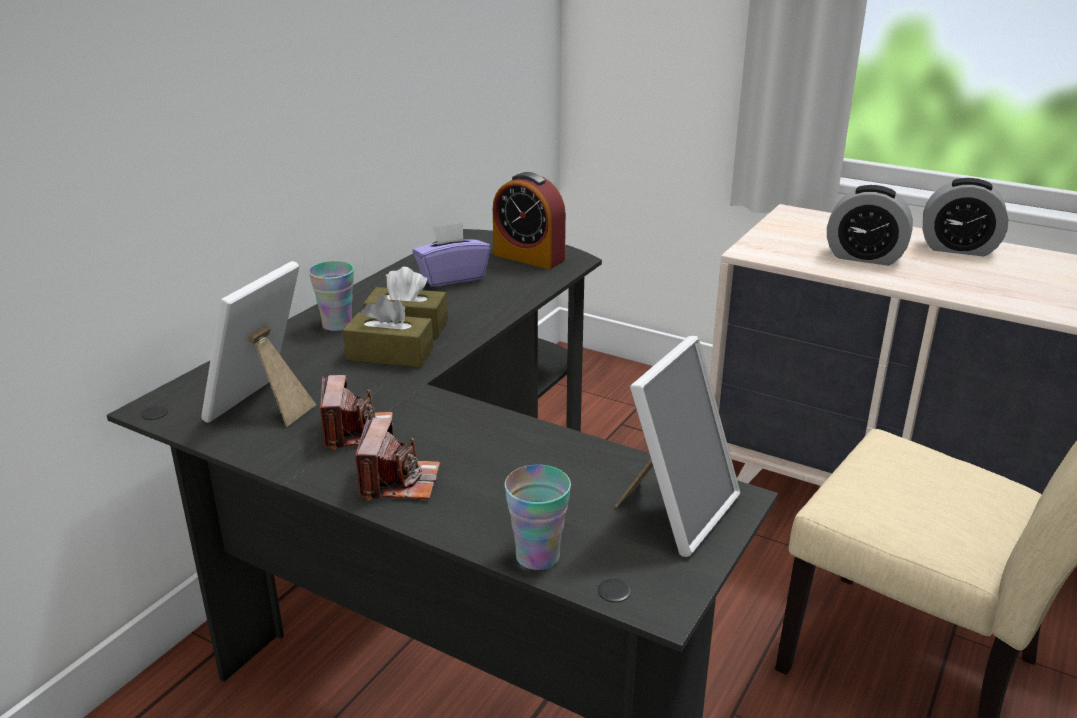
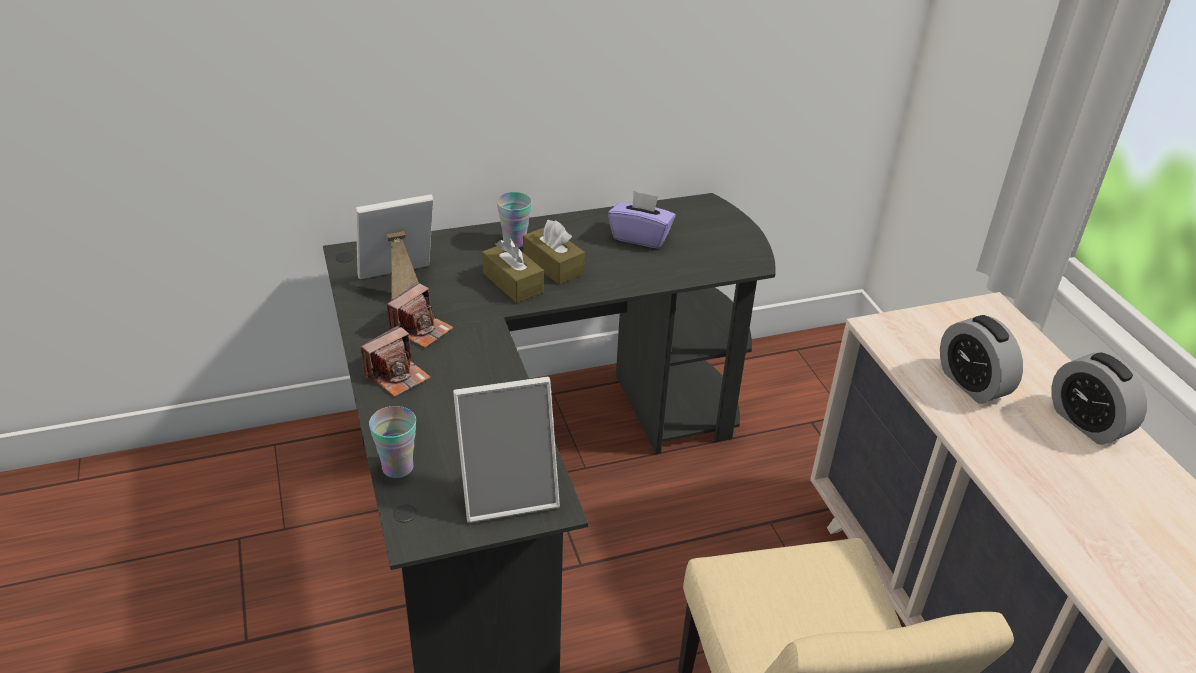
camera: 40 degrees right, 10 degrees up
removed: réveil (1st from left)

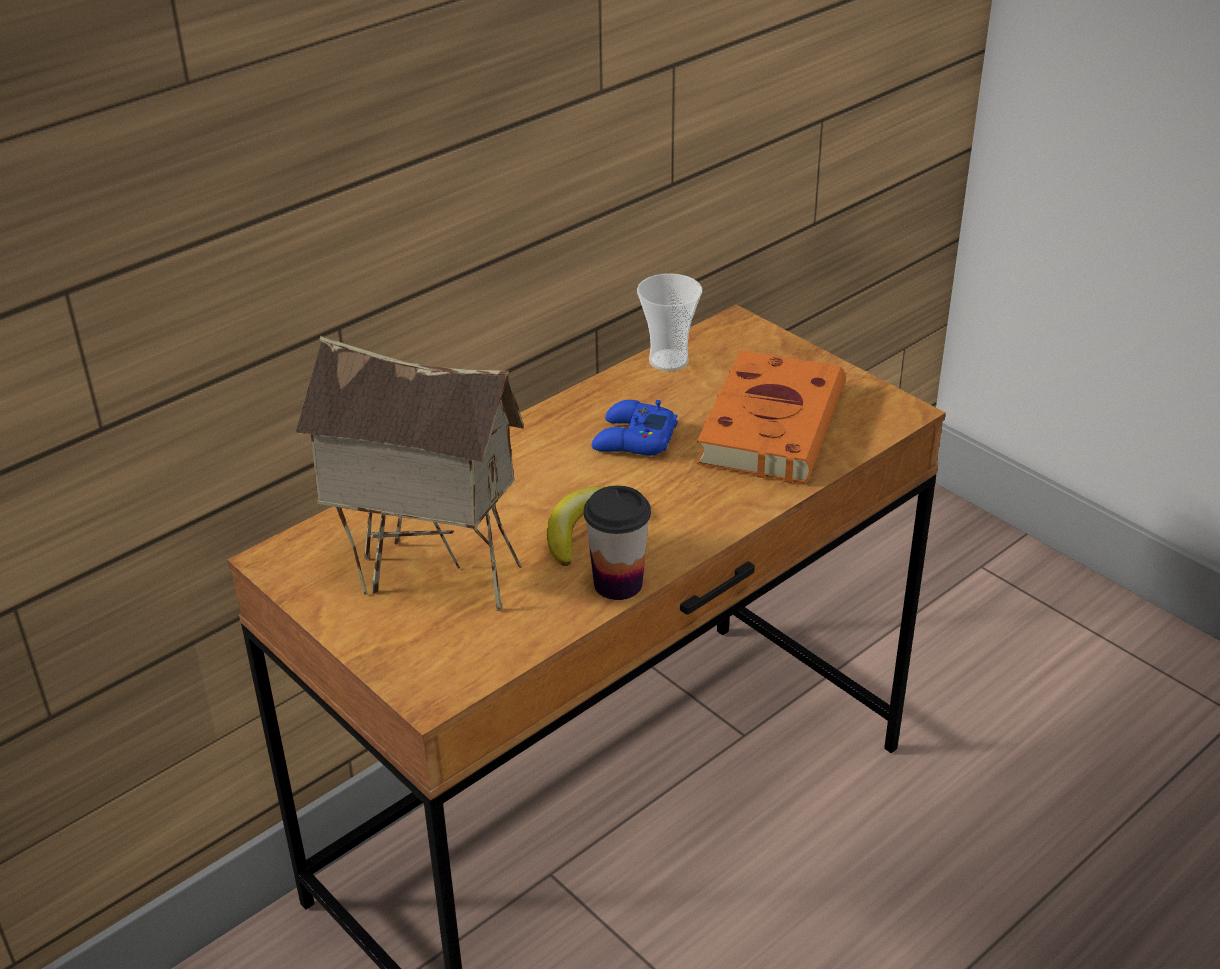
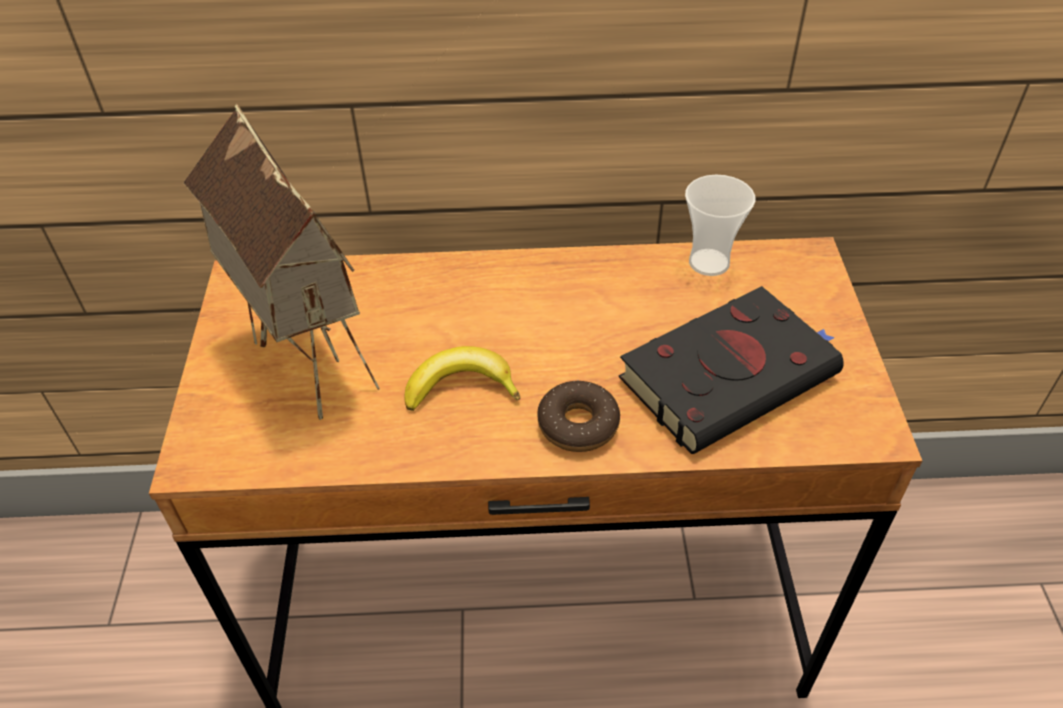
camera: 40 degrees right, 10 degrees up
removed: tasse (1st from left); manette [bleu]
added: beignet
recoloured: livre [orange] to livre [noir]

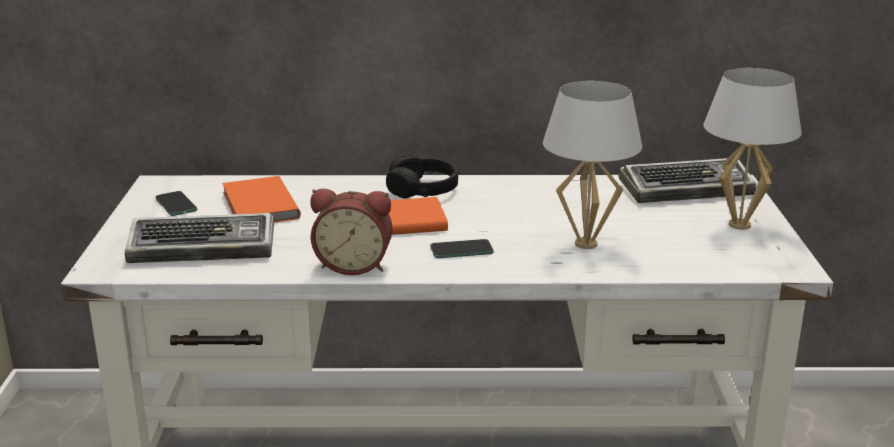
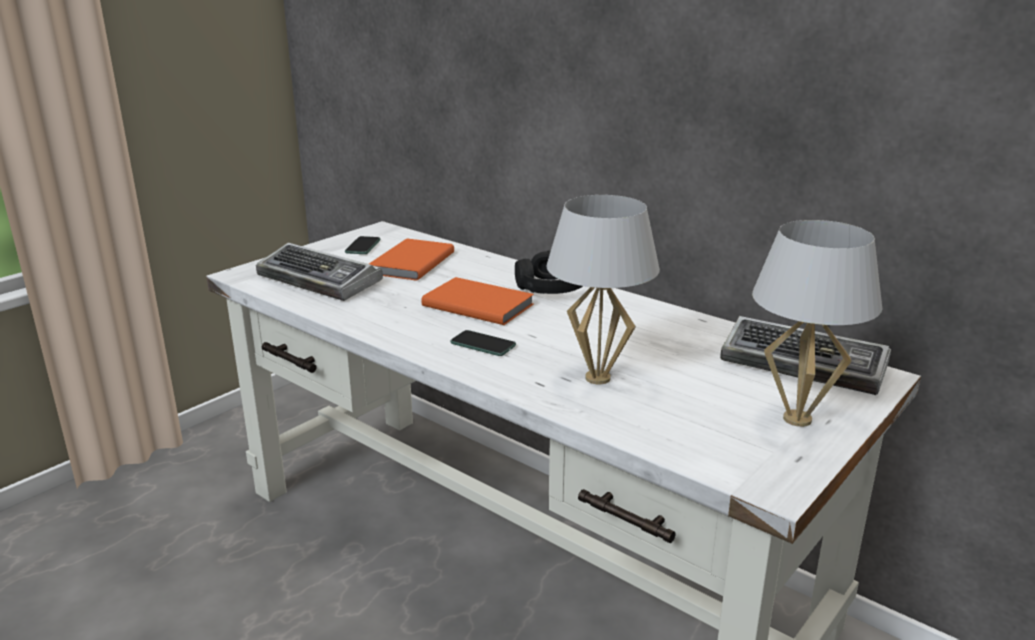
camera: 40 degrees right, 0 degrees up
removed: réveil

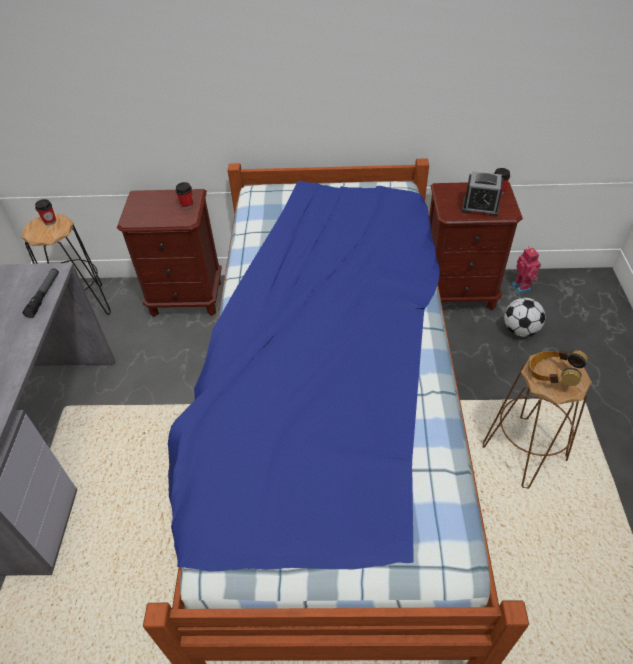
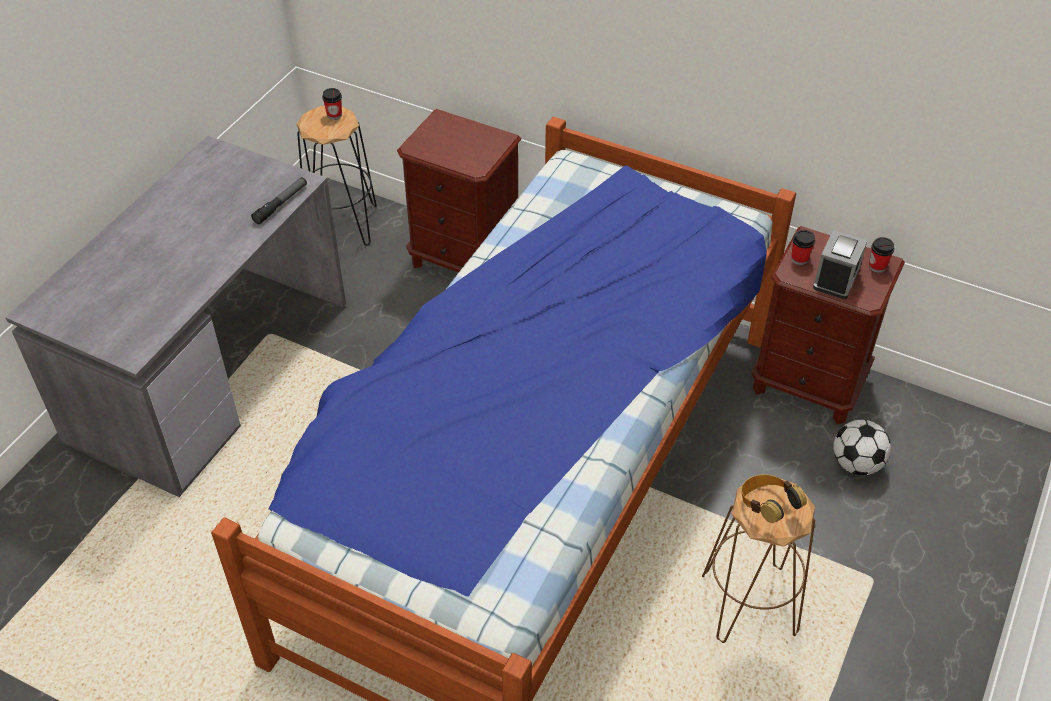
camera: 25 degrees right, 0 degrees up
removed: robot jouet
moved: tasse (2nd from left)
turned: réveil 105 degrees counterclockwise

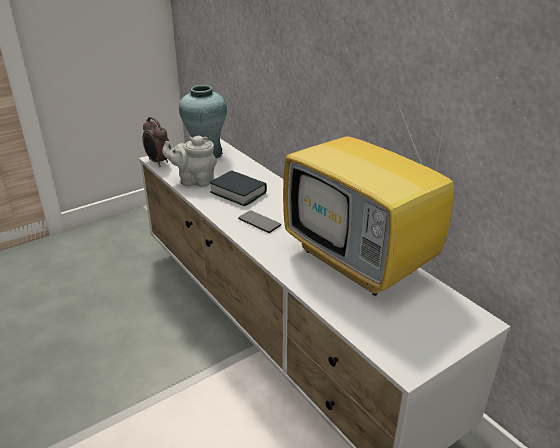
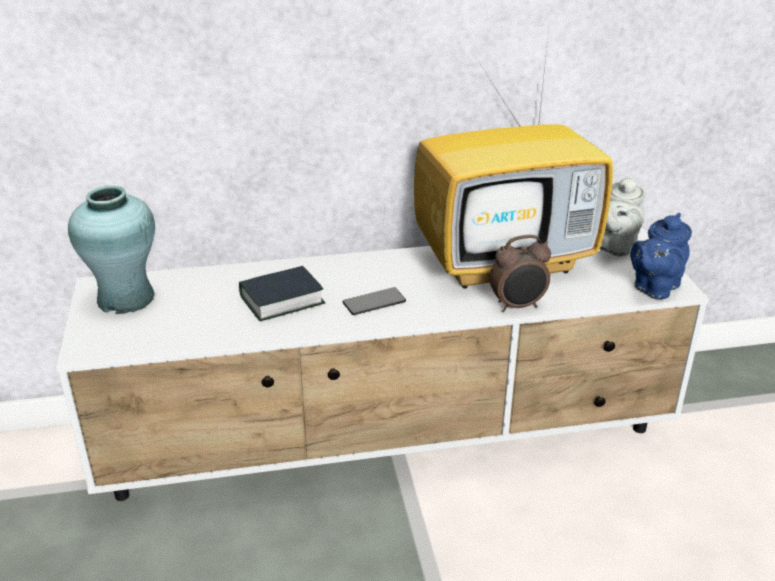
camera: 65 degrees left, 0 degrees up
added: théière [bleu]
moved: réveil; théière [gris]

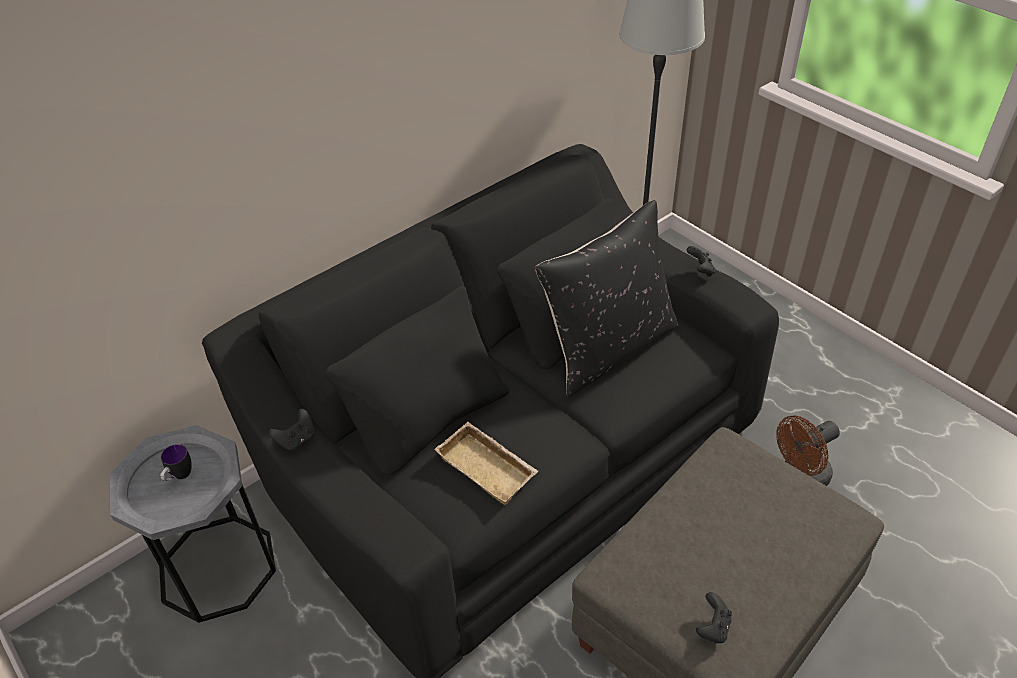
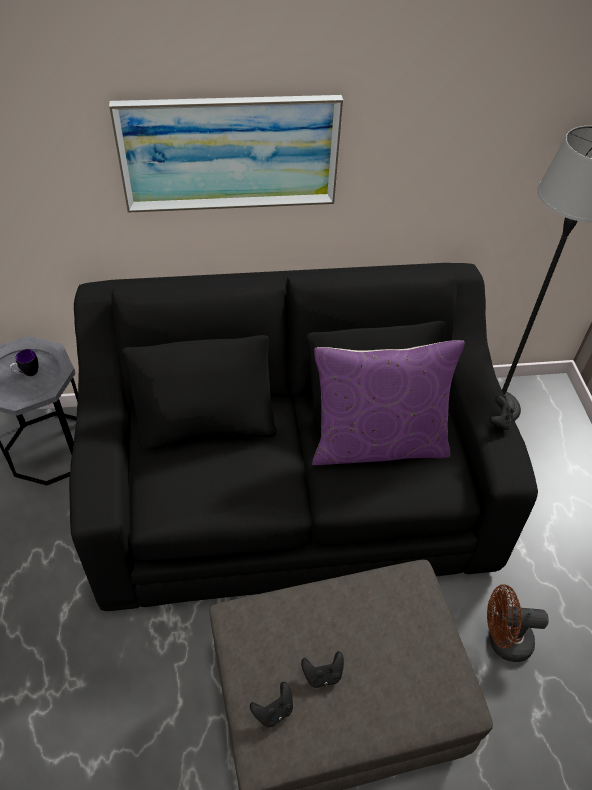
camera: 30 degrees right, 5 degrees up
removed: plateau [beige]
added: tableau
moved: manette [noir] (1st from left in the first image) to manette [noir] (2nd from left)
recoloured: coussin [noir] to coussin [violet]

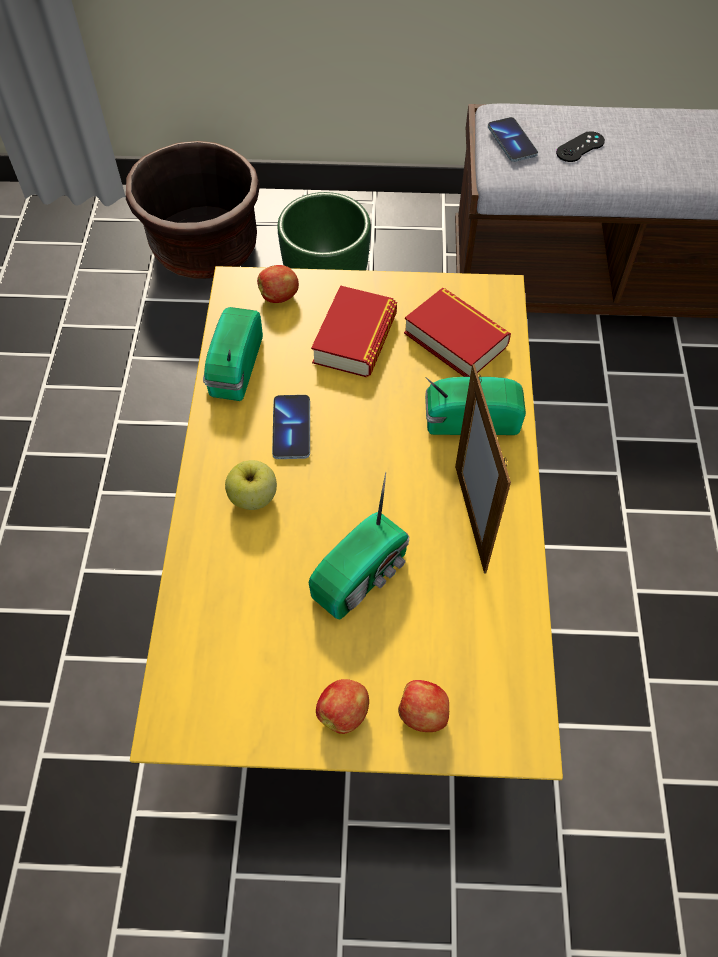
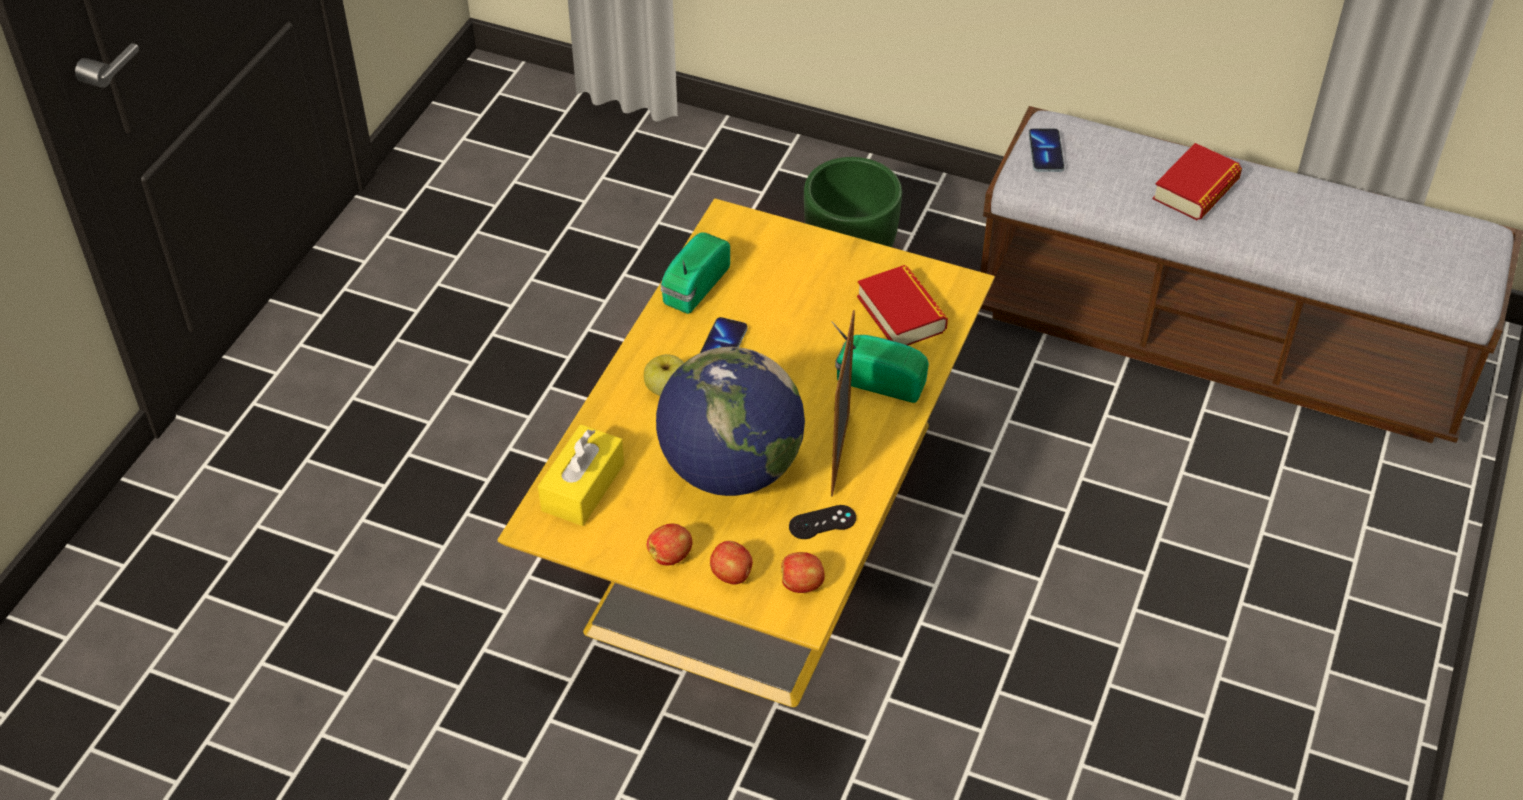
camera: 20 degrees right, 10 degrees down
removed: cache-pot [marron]
added: boîte à mouchoirs [jaune]
moved: pomme (2nd from left in the first image) to pomme (4th from left); livre (1st from left in the first image) to livre (2nd from left); manette [noir]
replaced: radio (2nd from left) to globe

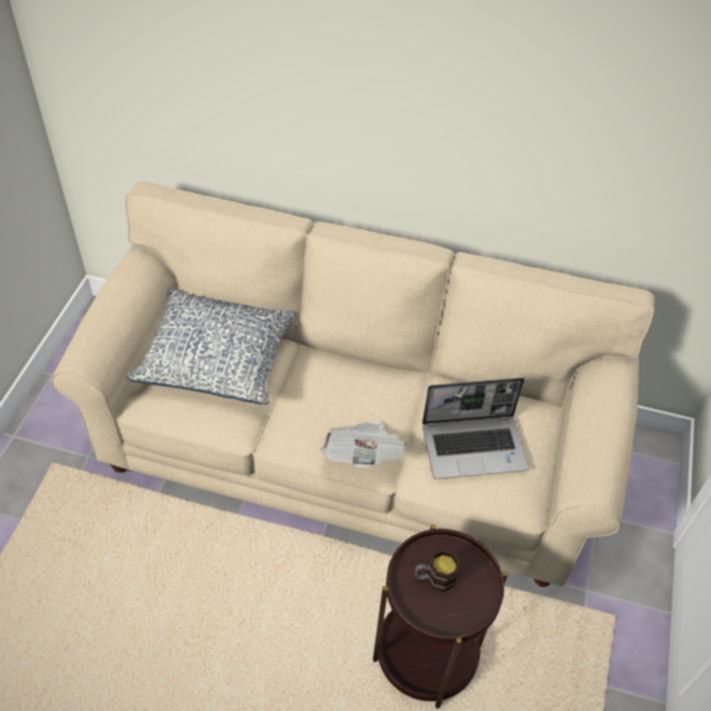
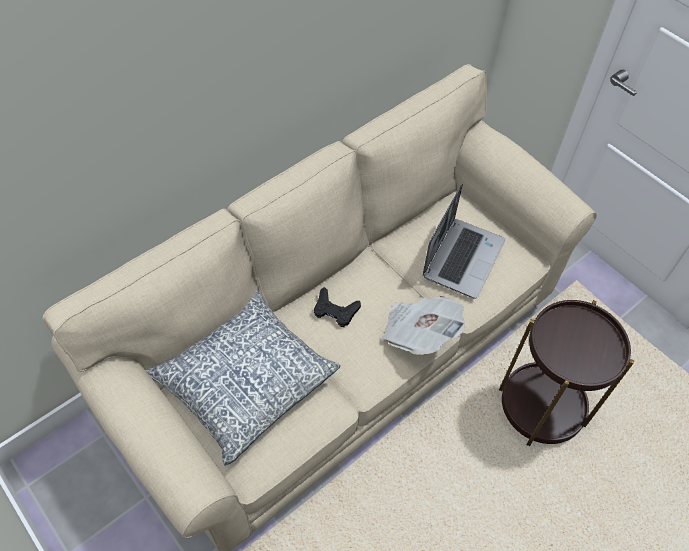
camera: 55 degrees left, 5 degrees up
removed: mug
added: manette [noir]

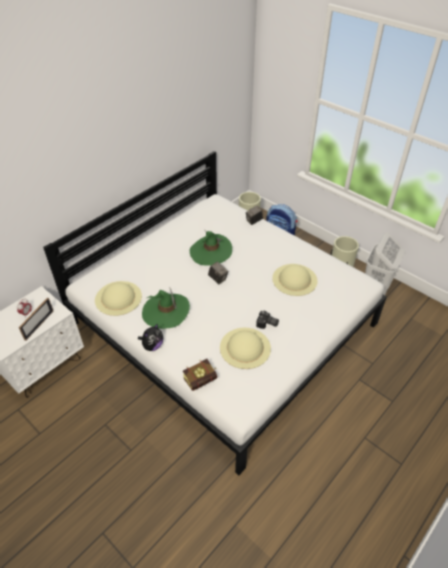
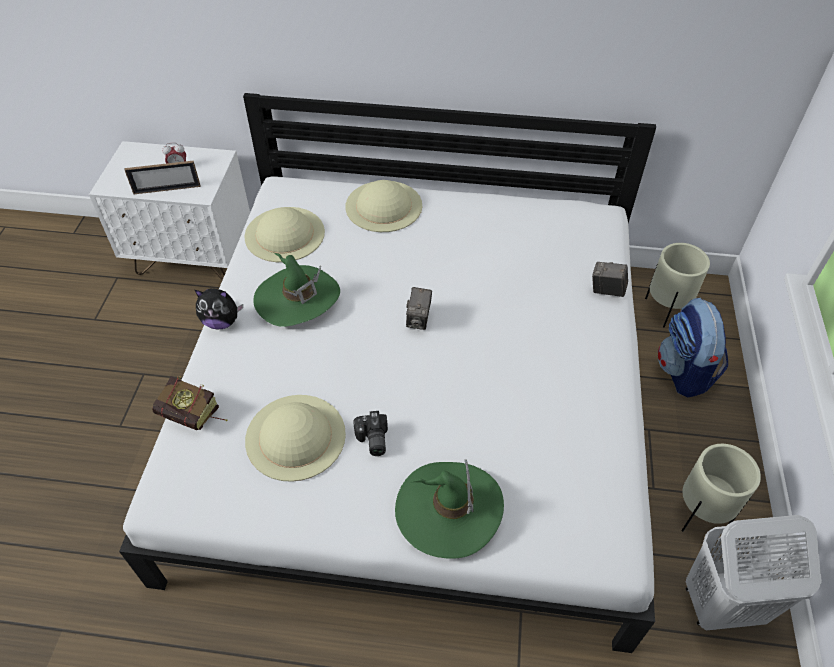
camera: 55 degrees right, 5 degrees up
moved: chapeau [vert] (2nd from left); chapeau [beige] (3rd from left)

